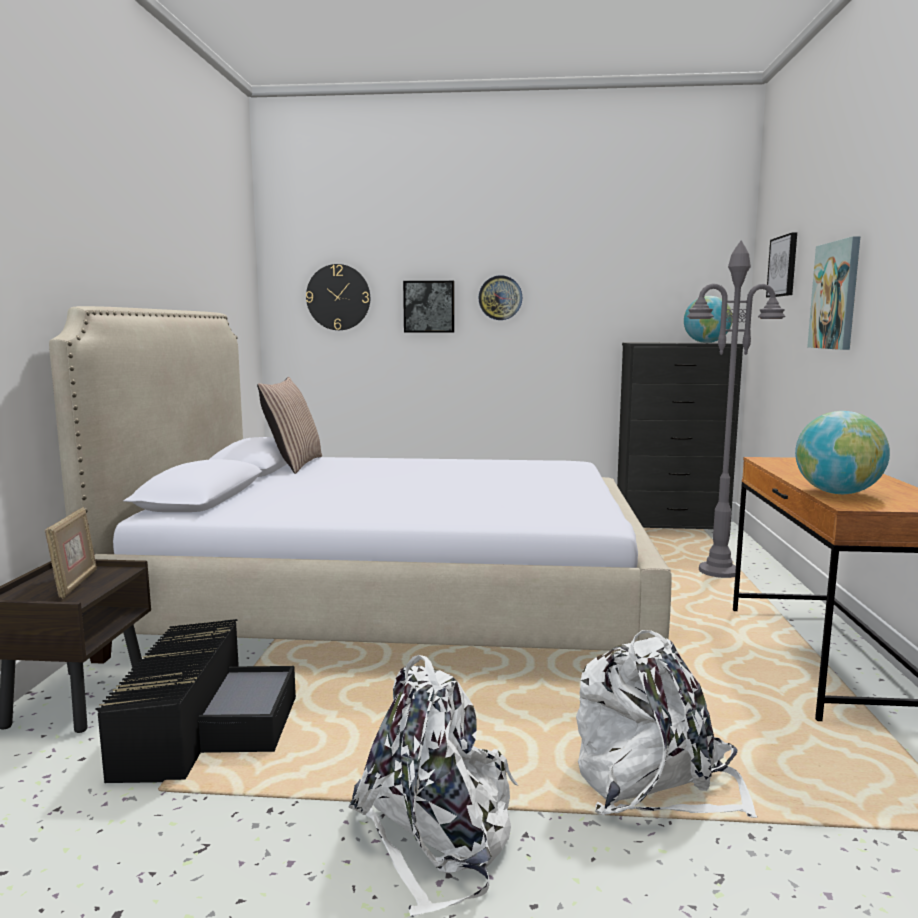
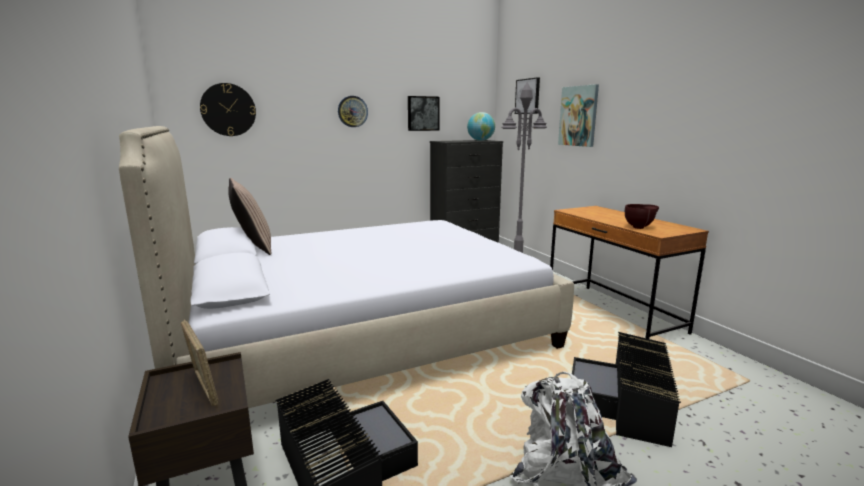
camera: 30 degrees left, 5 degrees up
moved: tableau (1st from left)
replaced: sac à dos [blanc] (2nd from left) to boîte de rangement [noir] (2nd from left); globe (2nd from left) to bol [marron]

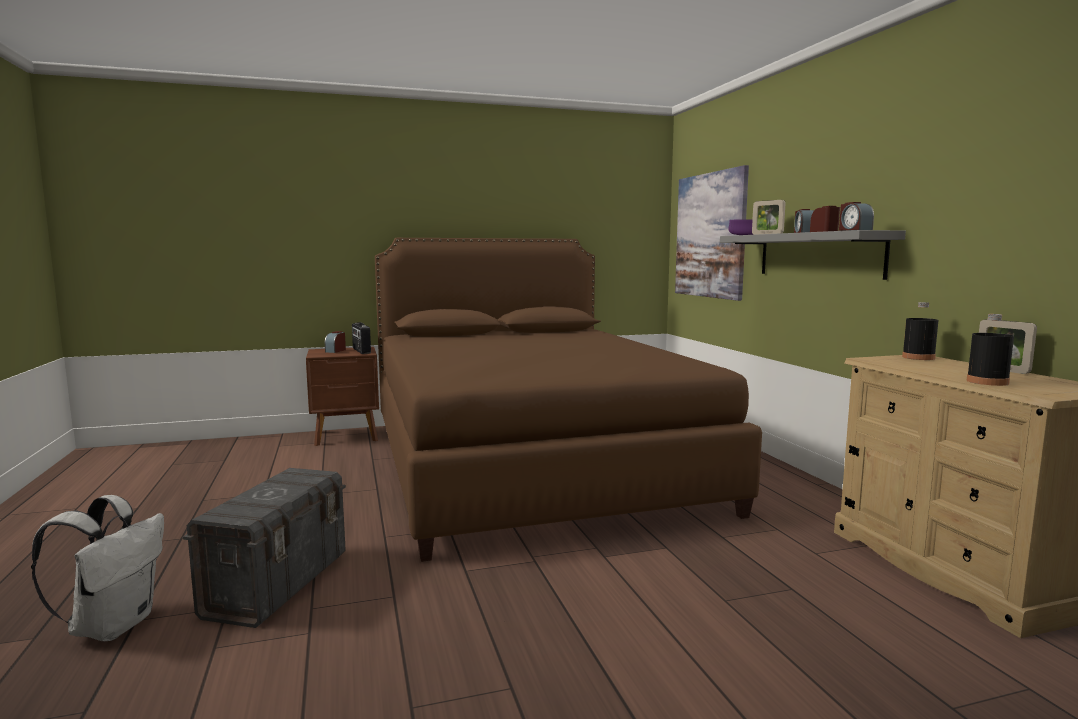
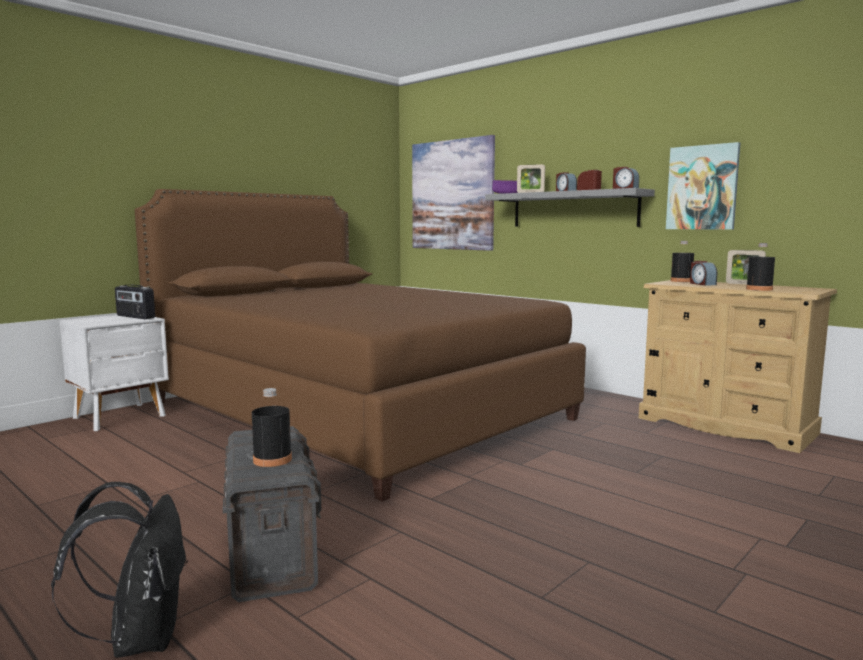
camera: 30 degrees left, 0 degrees up
added: bouteille [noir] (1st from left); tableau (2nd from left)
moved: réveil (1st from left in the first image) to réveil (4th from left)
recoloured: sac à dos [blanc] to sac à dos [noir]; table de chevet [marron] to table de chevet [blanc]

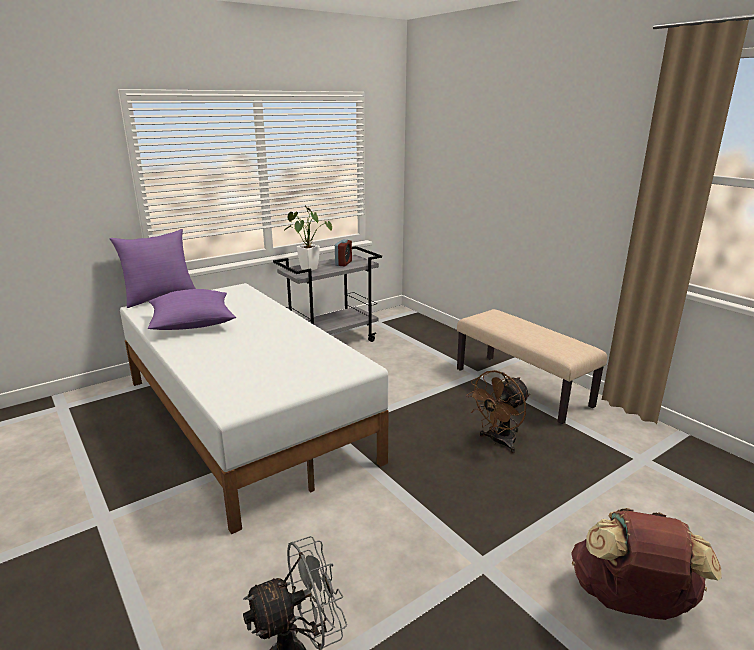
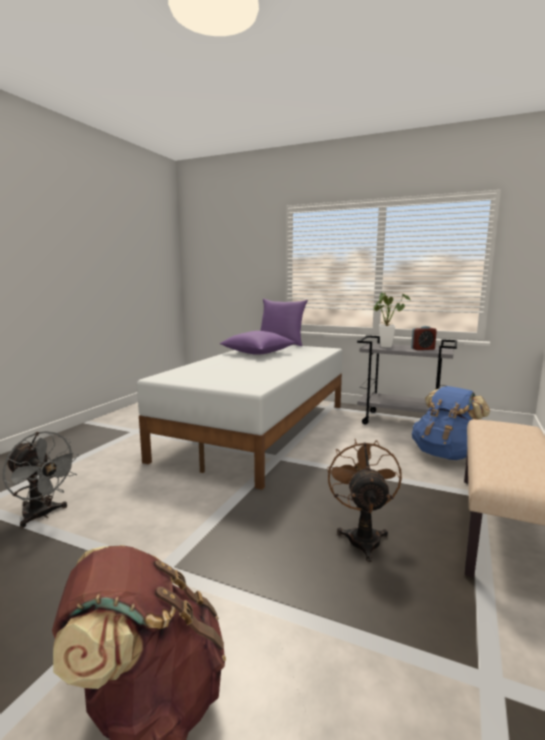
camera: 60 degrees right, 10 degrees down
added: sac à dos [bleu]
turned: ventilateur [marron] 75 degrees clockwise

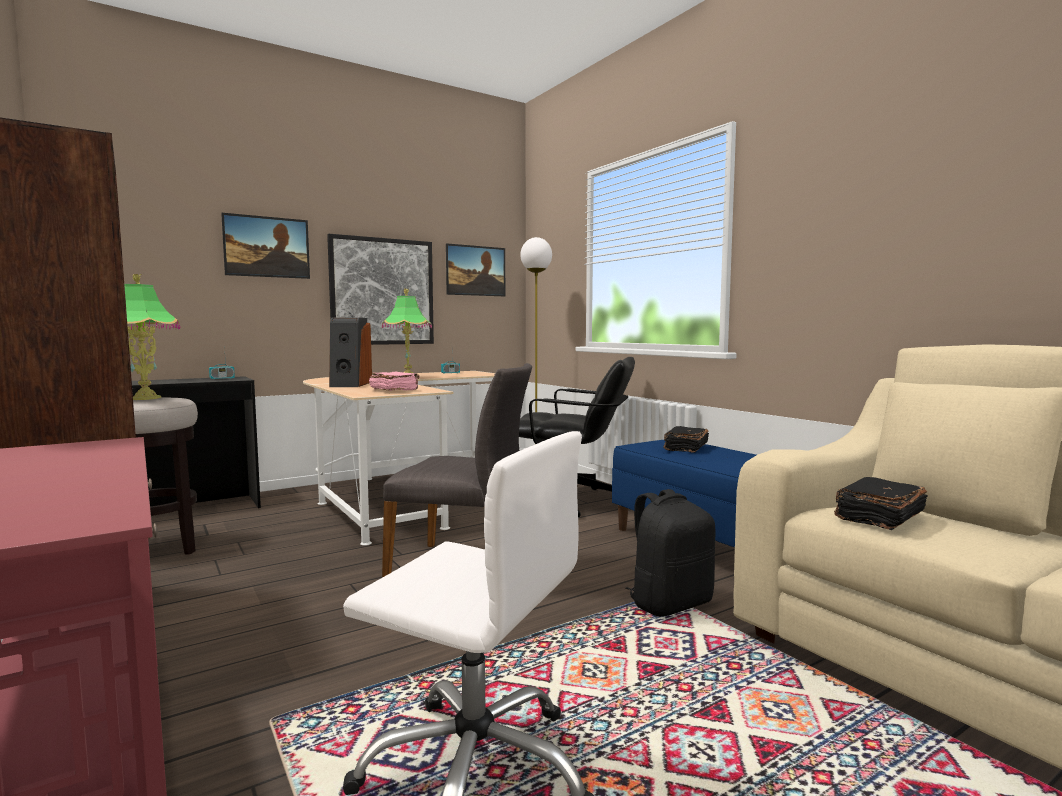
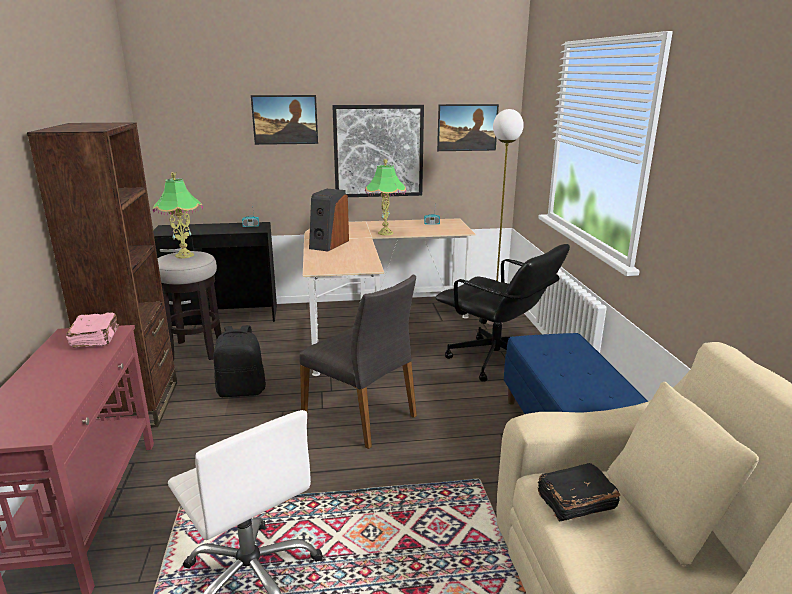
camera: 25 degrees right, 15 degrees up
removed: livre [noir] (1st from left)
moved: livre [rose]; sac à dos [noir]

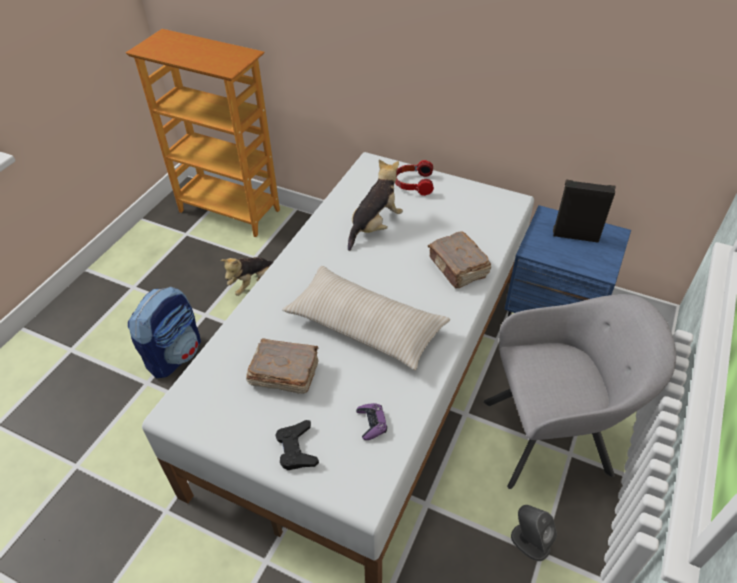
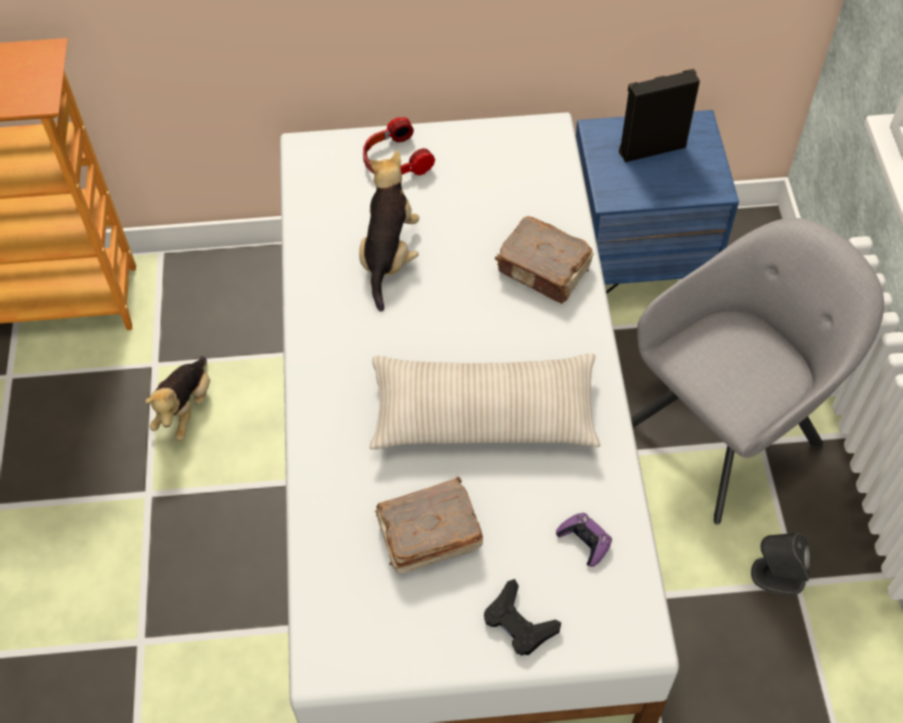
camera: 30 degrees left, 10 degrees up
removed: sac à dos

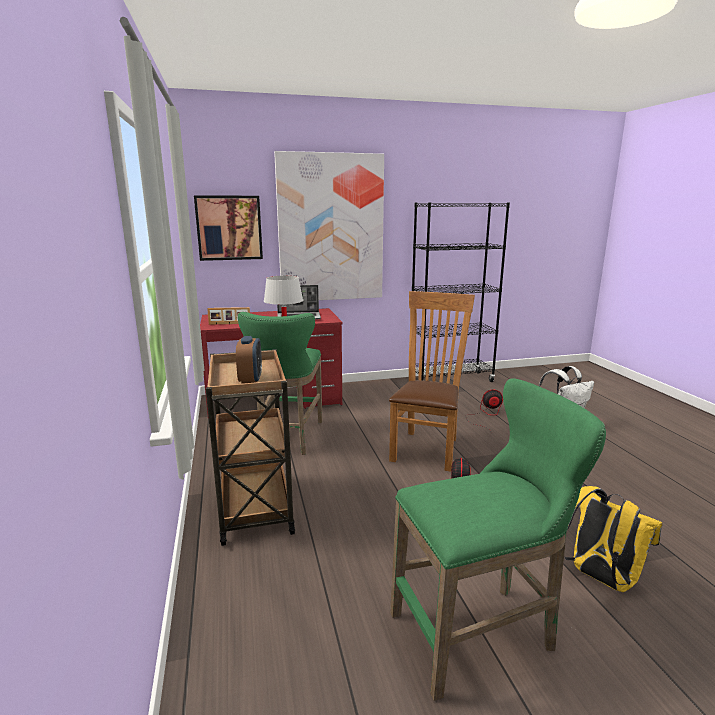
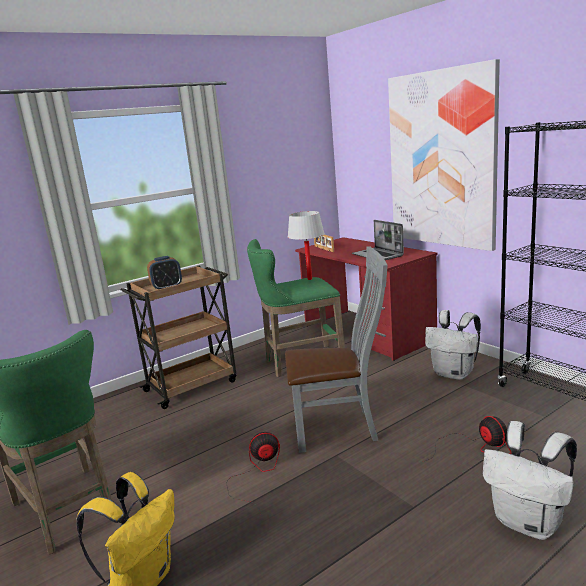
camera: 70 degrees right, 0 degrees up
removed: tableau (1st from left)
added: sac à dos [blanc] (1st from left)
recoloured: chaise [marron] to chaise [gris]

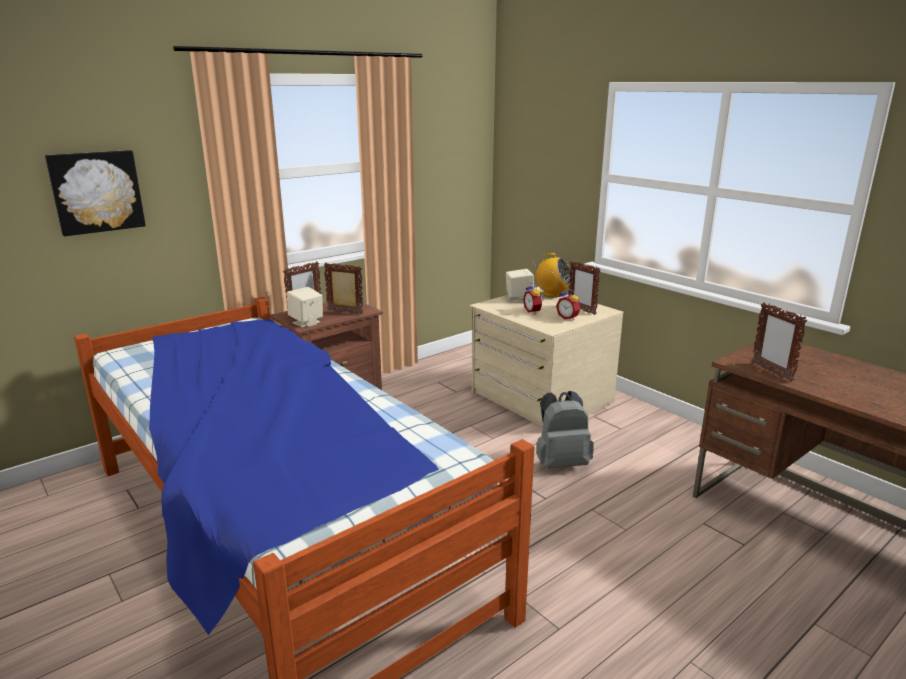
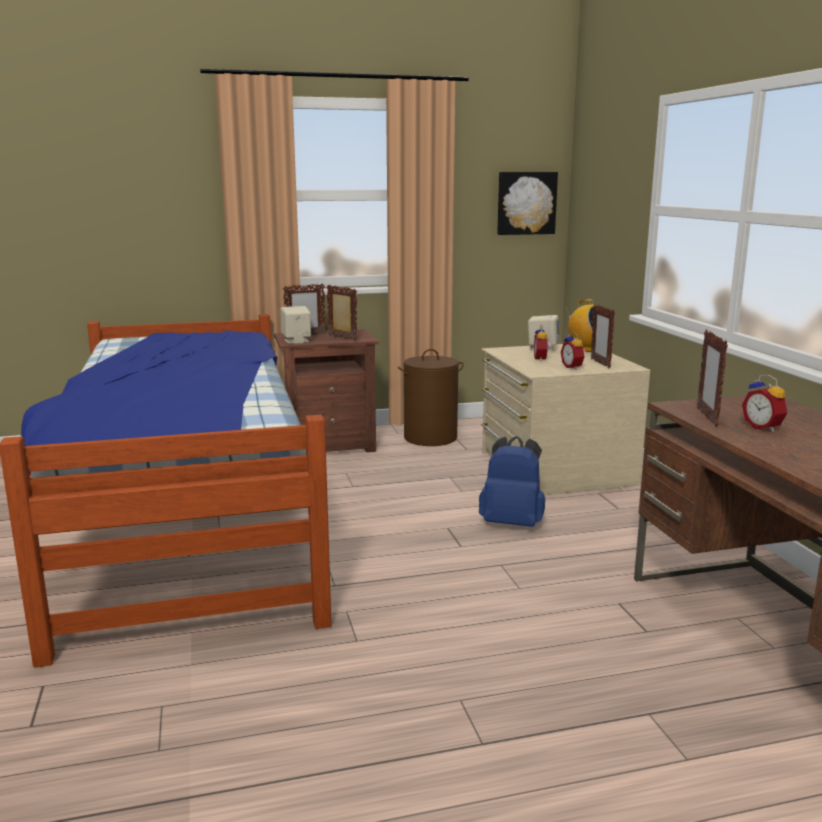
camera: 25 degrees right, 5 degrees down
added: panier à linge [marron]; réveil (3rd from left)
moved: tableau
recoloured: sac à dos [gris] to sac à dos [bleu]

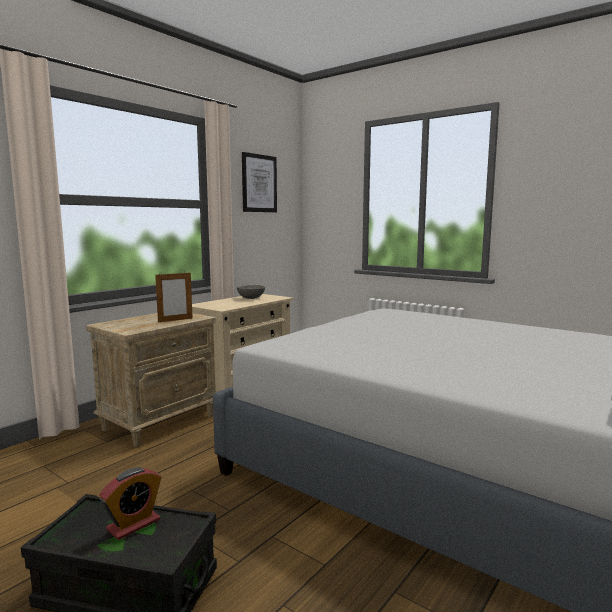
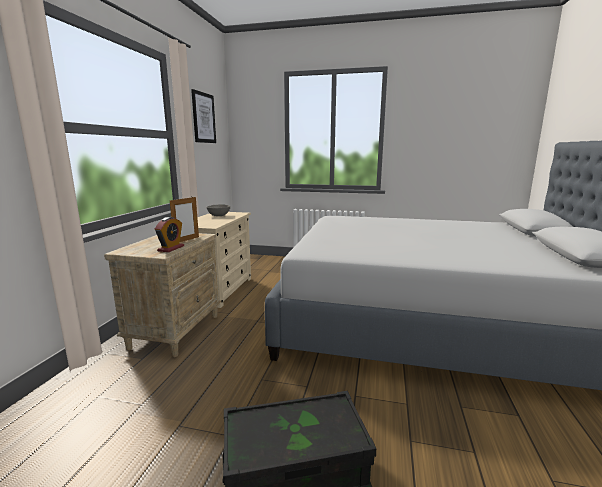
camera: 25 degrees left, 5 degrees up
moved: réveil

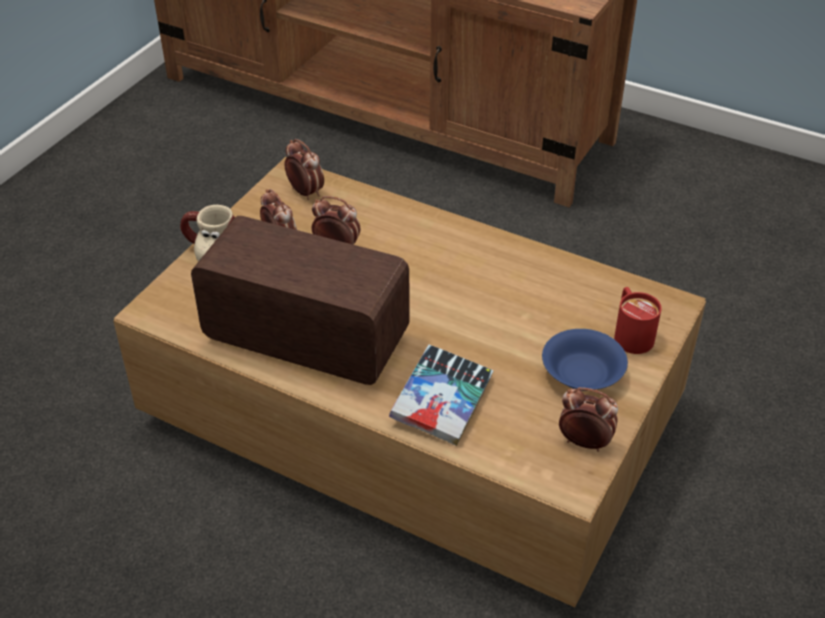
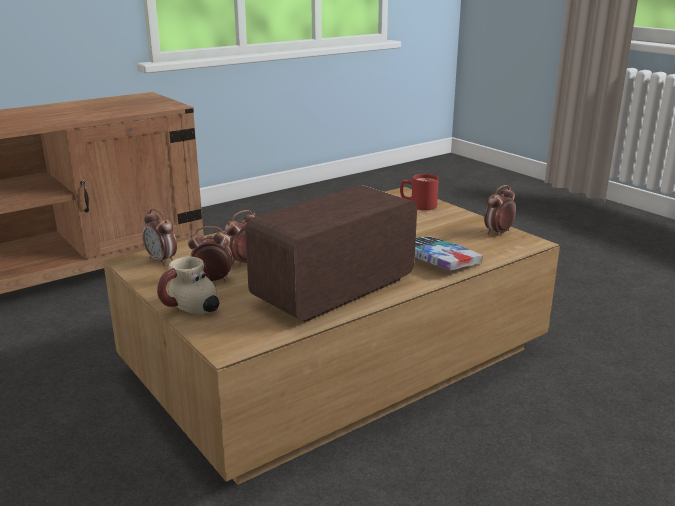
camera: 65 degrees left, 20 degrees down
removed: bol [bleu]
turned: réveil (2nd from left in the first image) 120 degrees counterclockwise

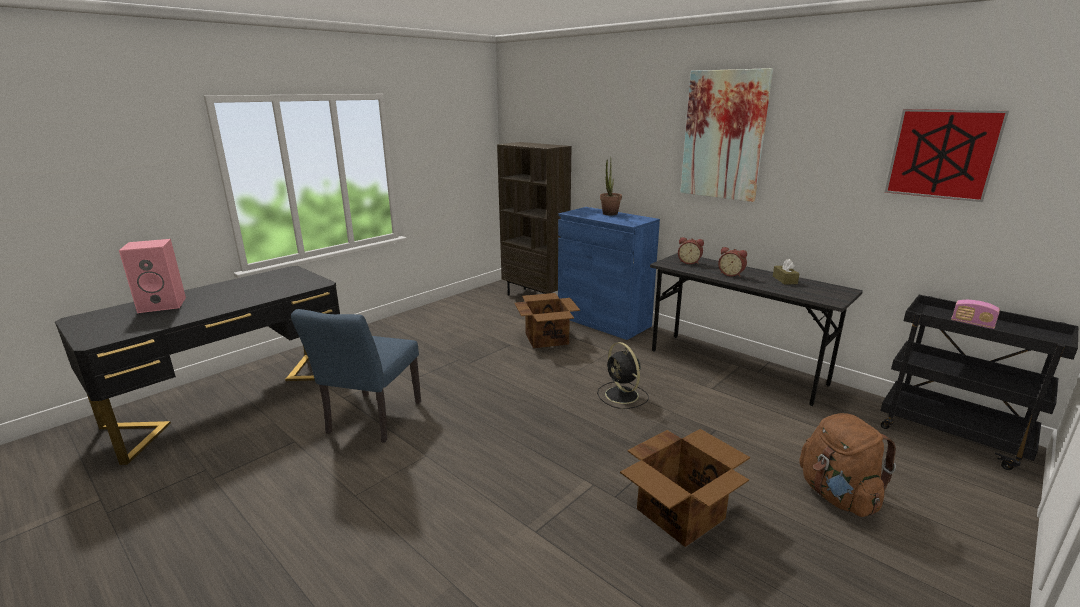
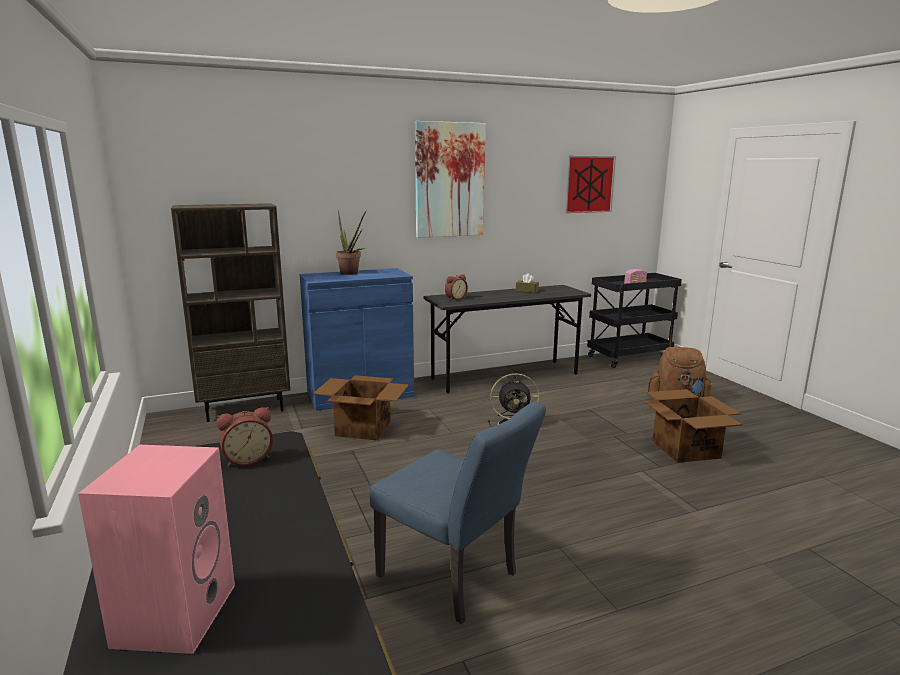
camera: 65 degrees left, 5 degrees down
moved: réveil (2nd from left in the first image) to réveil (1st from left)

